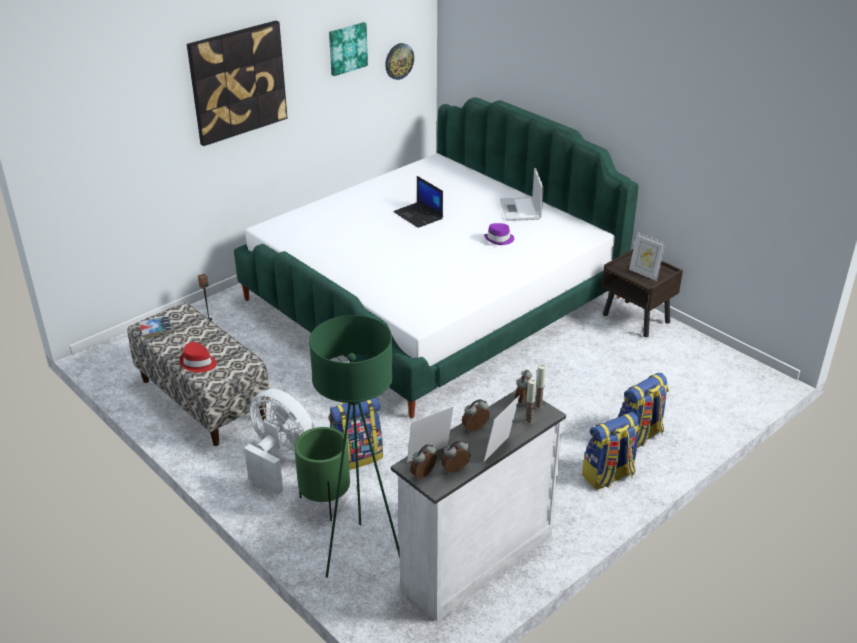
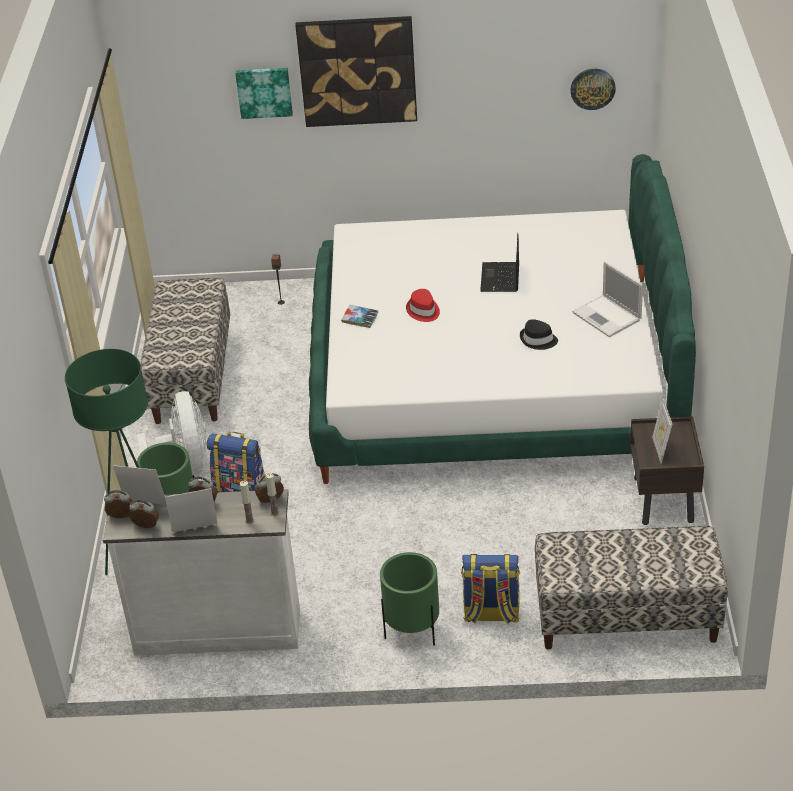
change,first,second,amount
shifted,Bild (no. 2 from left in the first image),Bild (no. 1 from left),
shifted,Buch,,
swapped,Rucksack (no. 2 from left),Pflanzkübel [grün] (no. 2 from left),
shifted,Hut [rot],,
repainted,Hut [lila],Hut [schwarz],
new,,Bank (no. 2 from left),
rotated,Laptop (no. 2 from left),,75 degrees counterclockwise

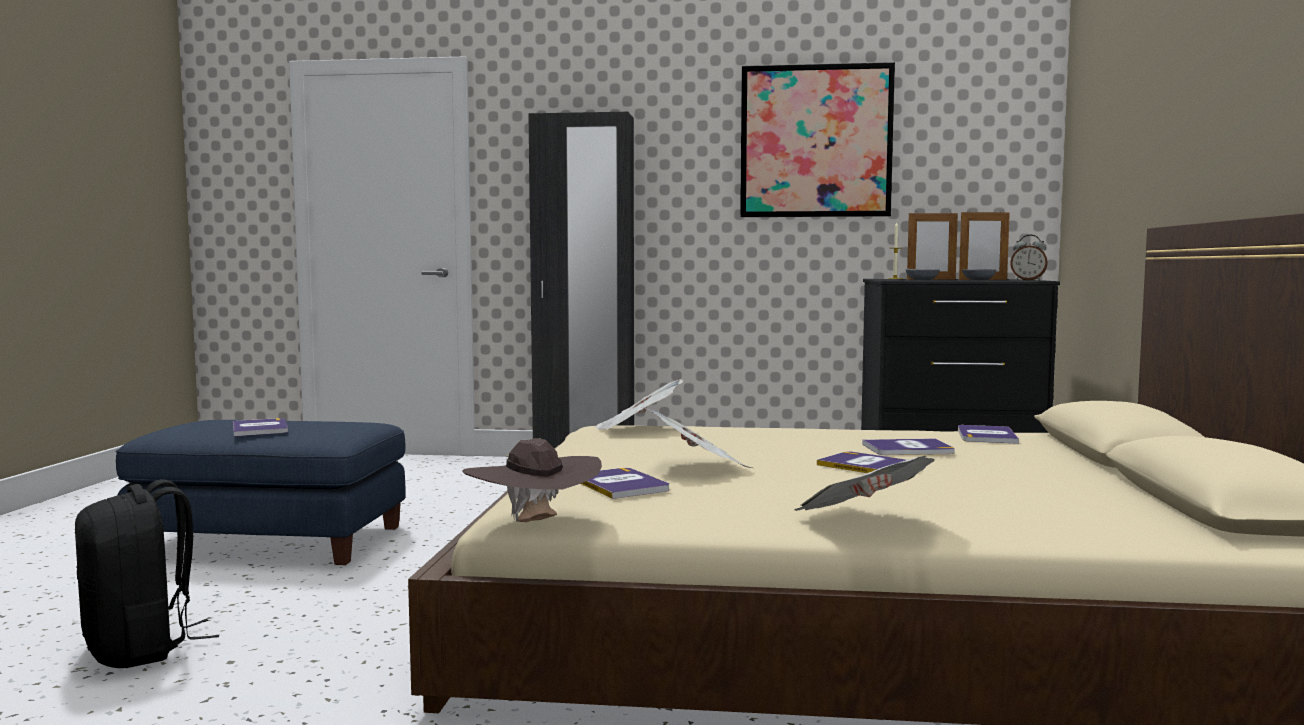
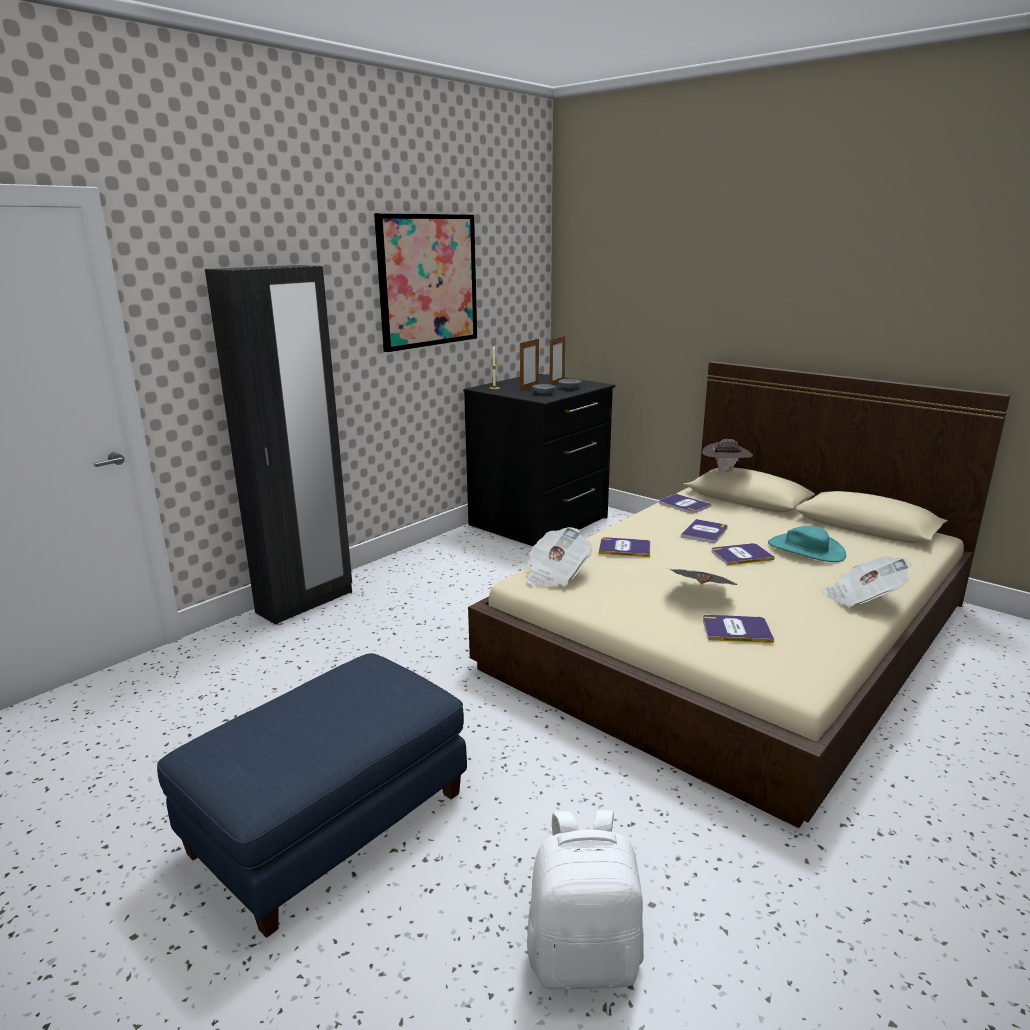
change,first,second,amount
repainted,Rucksack [schwarz],Rucksack [weiß],
shifted,Buch (no. 1 from left),,
shifted,Hut [braun],,
new,,Hut [türkis],
gone,Wecker,,

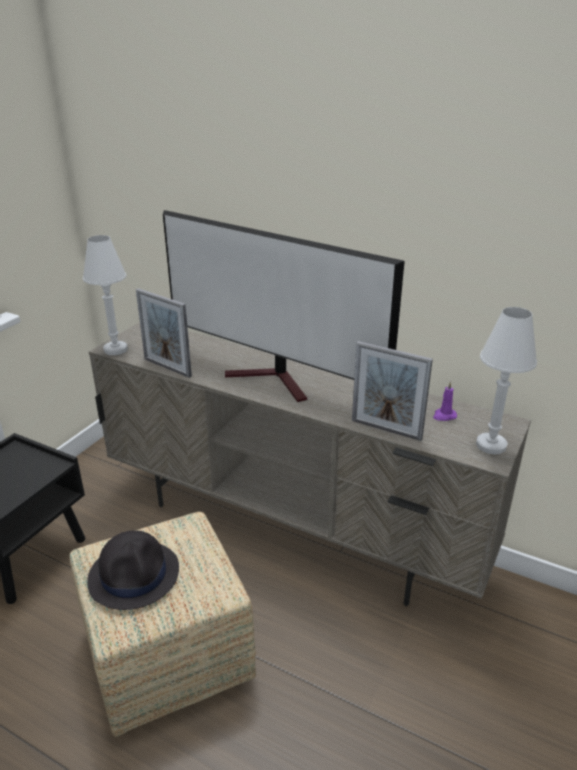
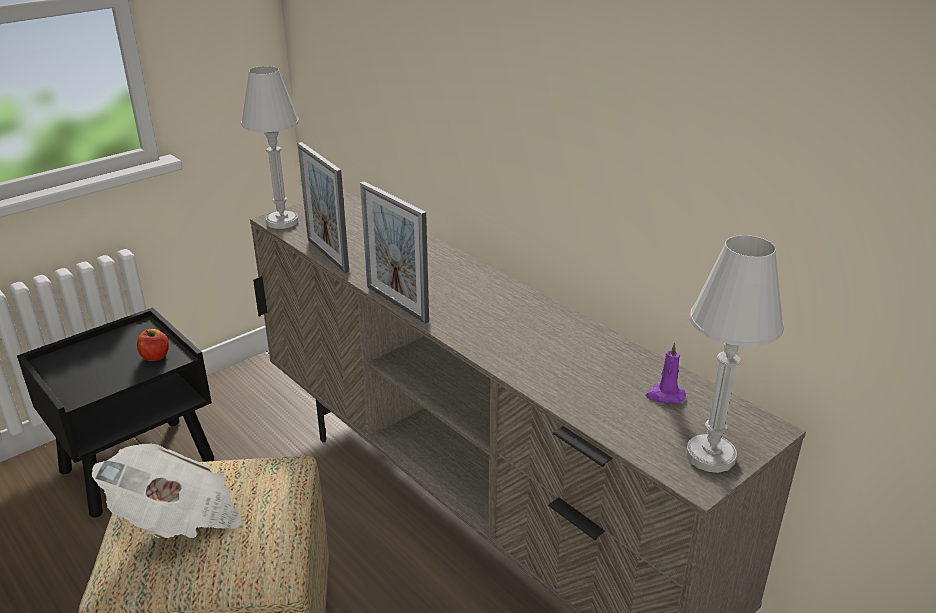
change,first,second,amount
swapped,Hut [schwarz],Zeitung,
new,,Apfel,
shifted,Bilderrahmen (no. 2 from left),,
gone,Fernseher,,

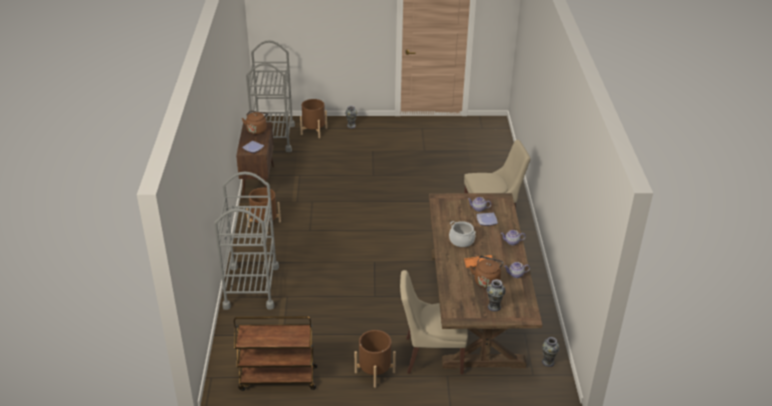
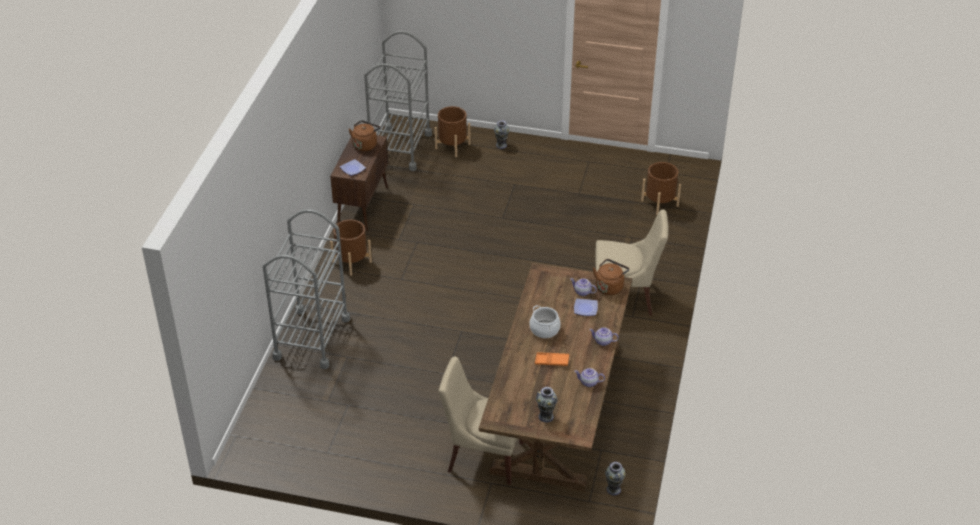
change,first,second,amount
shifted,Wasserkessel [braun] (no. 2 from left),,
shifted,Pflanzkübel [braun] (no. 3 from left),,
gone,Rollwagen [braun],,

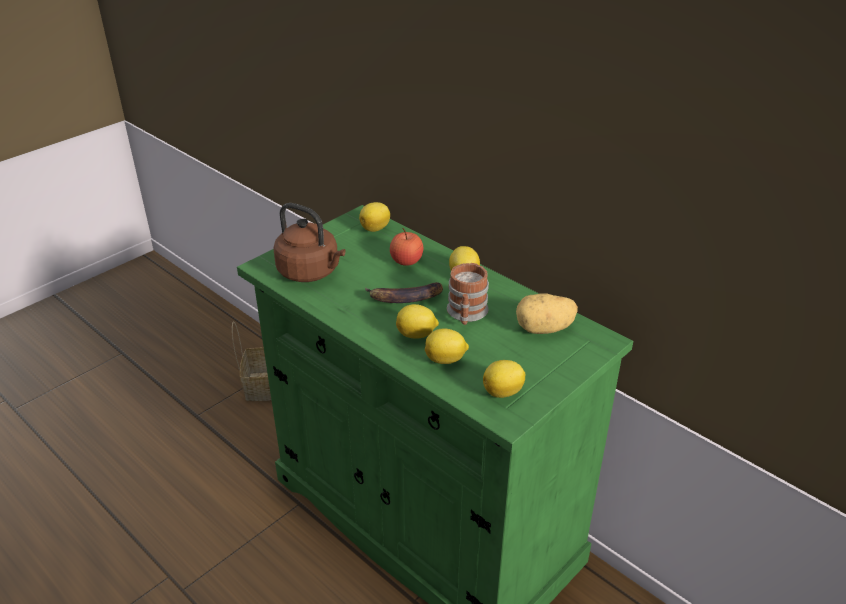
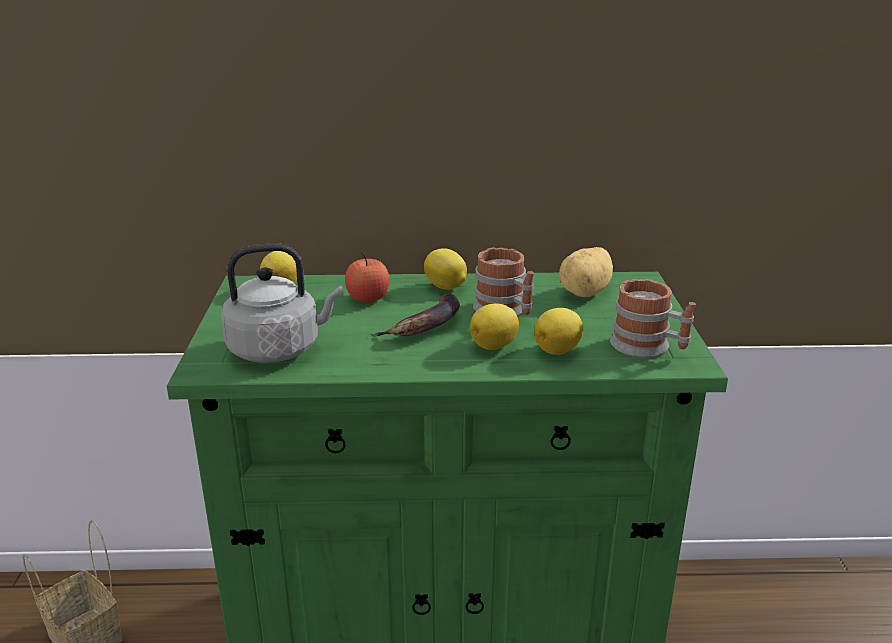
change,first,second,amount
repainted,Wasserkessel [braun],Wasserkessel [grau],
swapped,Zitrone (no. 5 from left),Henkelbecher (no. 2 from left),

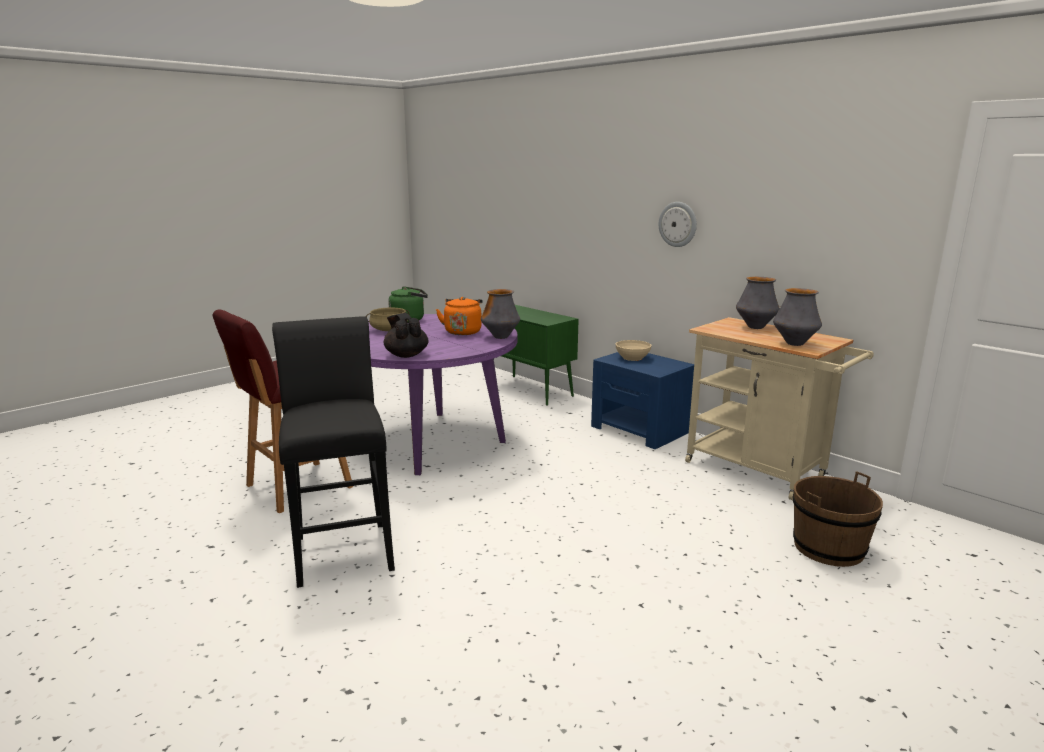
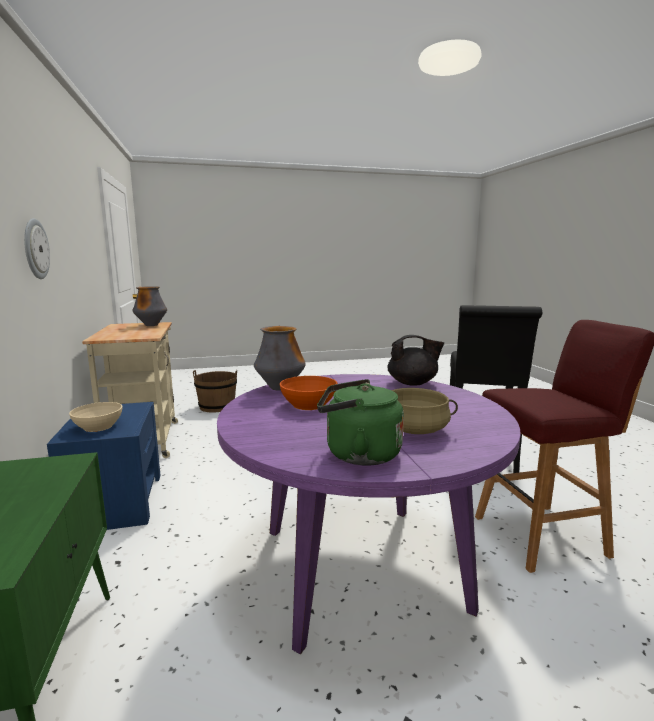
change,first,second,amount
swapped,Wasserkessel [orange],Schüssel [orange],
rotated,Teekanne [schwarz],,90 degrees counterclockwise
gone,Vase (no. 2 from left),,

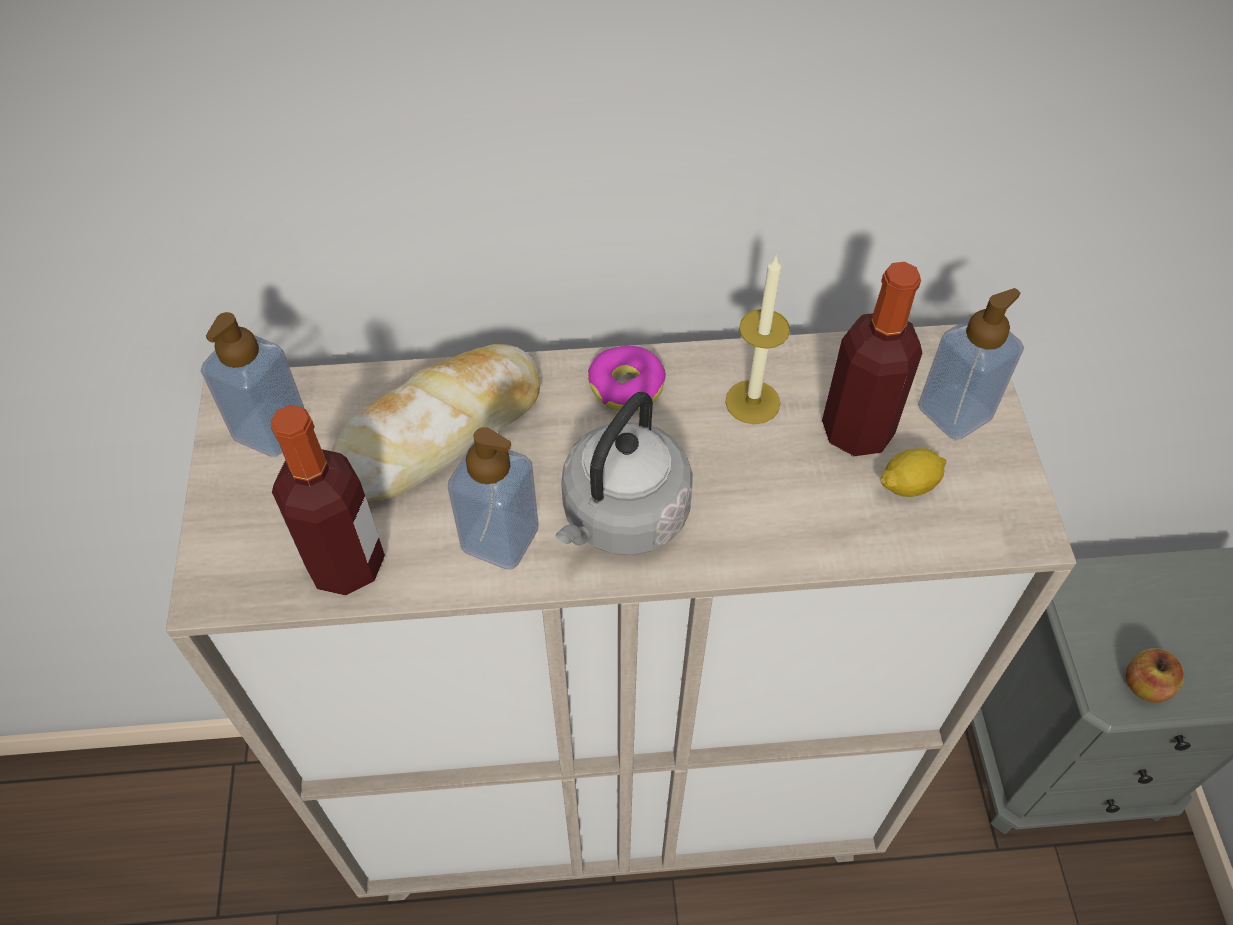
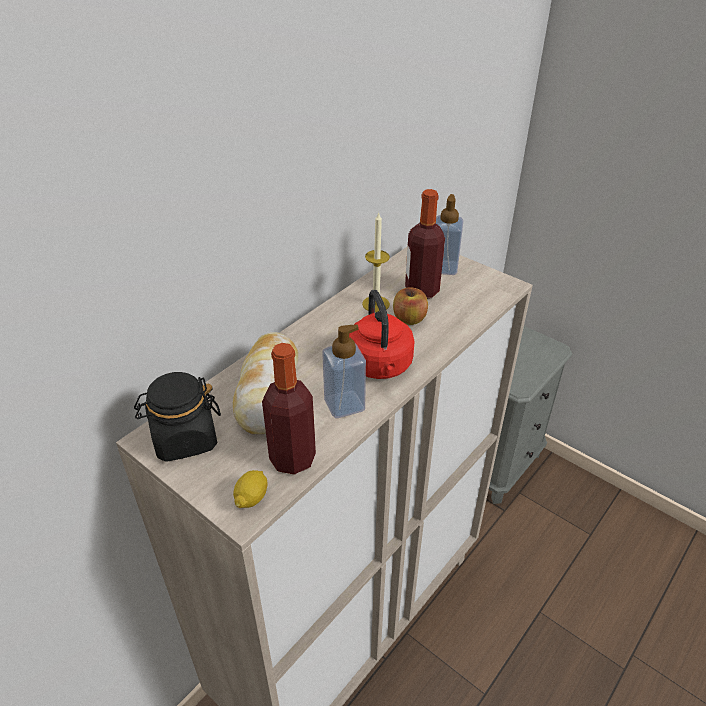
change,first,second,amount
swapped,Seifenspender (no. 1 from left),Vorratsglas [schwarz],
shifted,Zitrone,,
repainted,Wasserkessel [grau],Wasserkessel [rot],
shifted,Apfel,,
gone,Donut,,

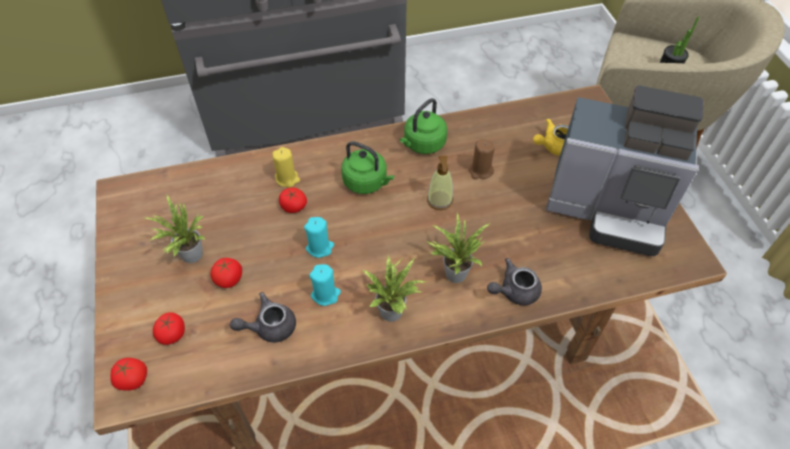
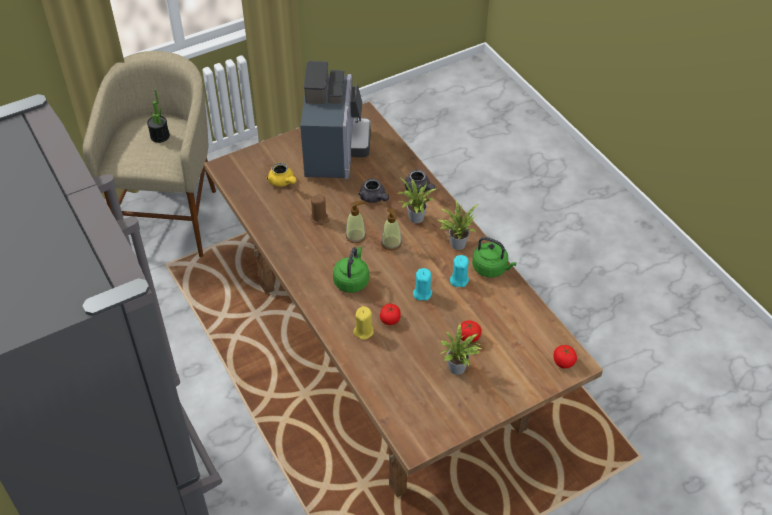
change,first,second,amount
shifted,Teekanne [grau] (no. 1 from left),,
new,,Seifenspender (no. 2 from left),
shifted,Wasserkessel [grün] (no. 2 from left),,
gone,Tomate (no. 2 from left),,

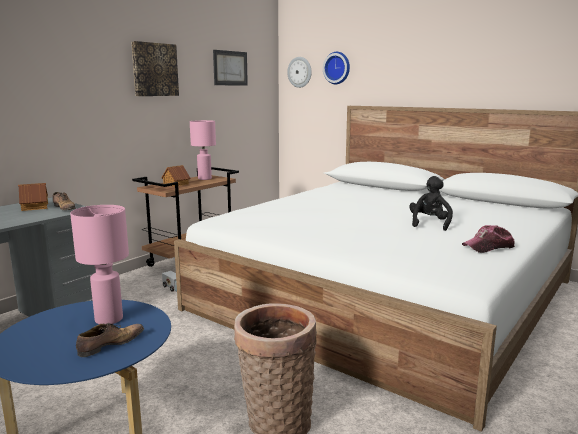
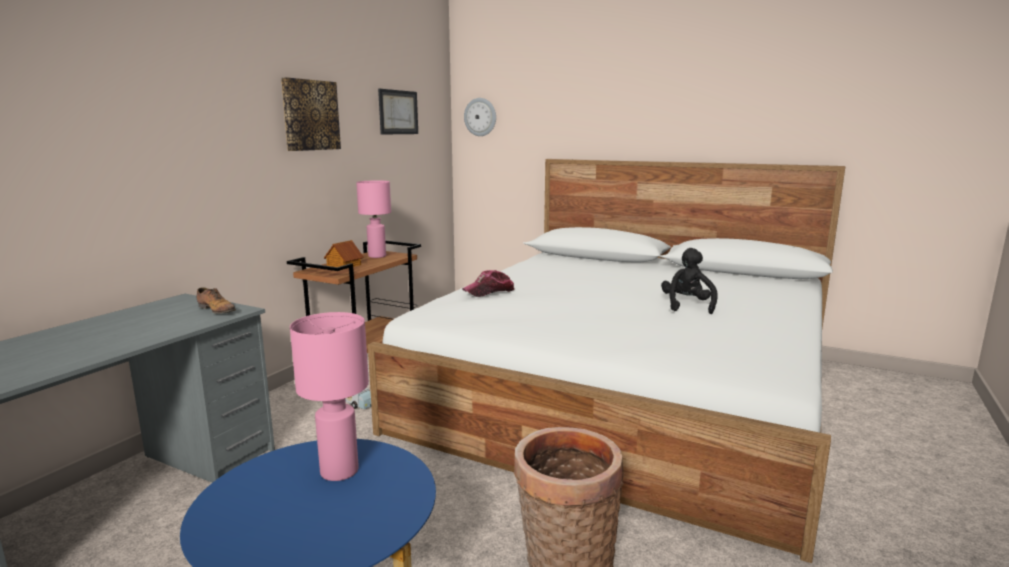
change,first,second,amount
shifted,Kappe,,
gone,Spielzeughaus (no. 1 from left),,
gone,Schuh (no. 2 from left),,
gone,Wanduhr (no. 2 from left),,

